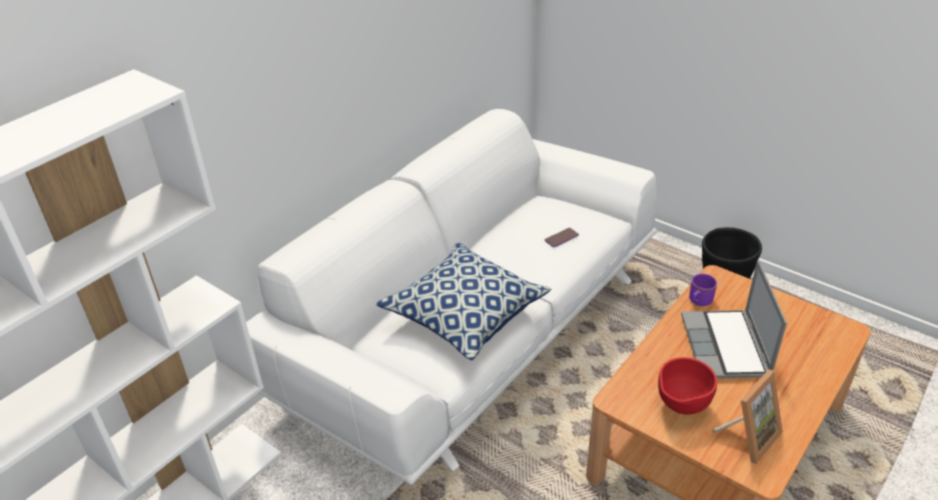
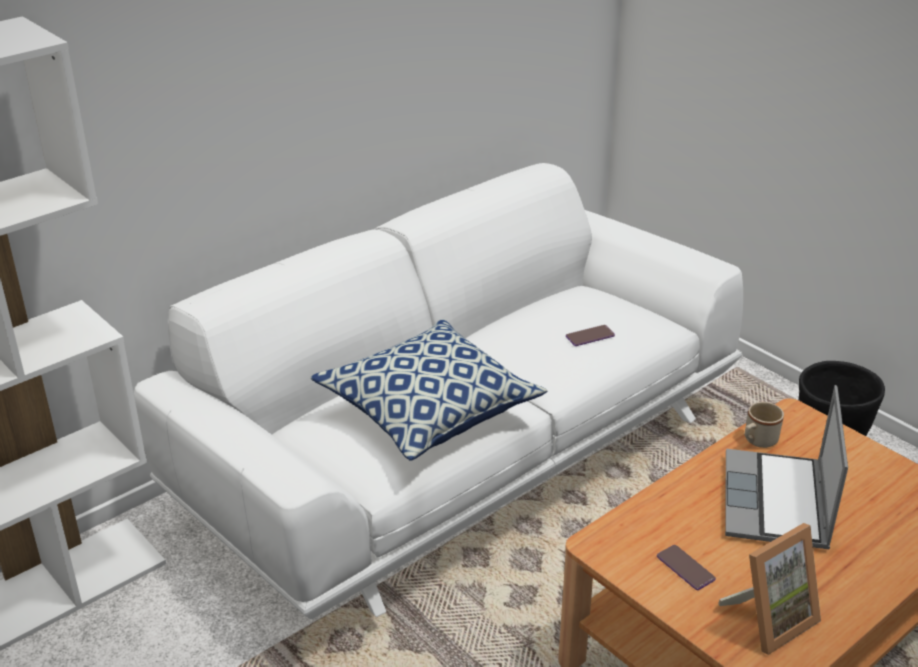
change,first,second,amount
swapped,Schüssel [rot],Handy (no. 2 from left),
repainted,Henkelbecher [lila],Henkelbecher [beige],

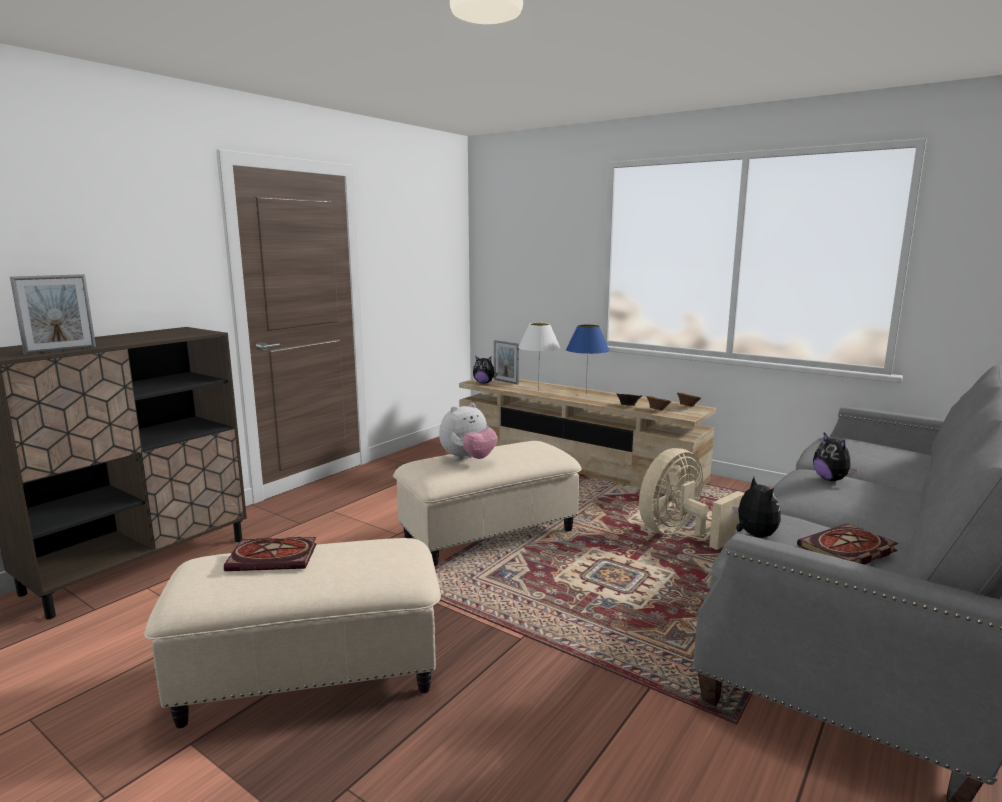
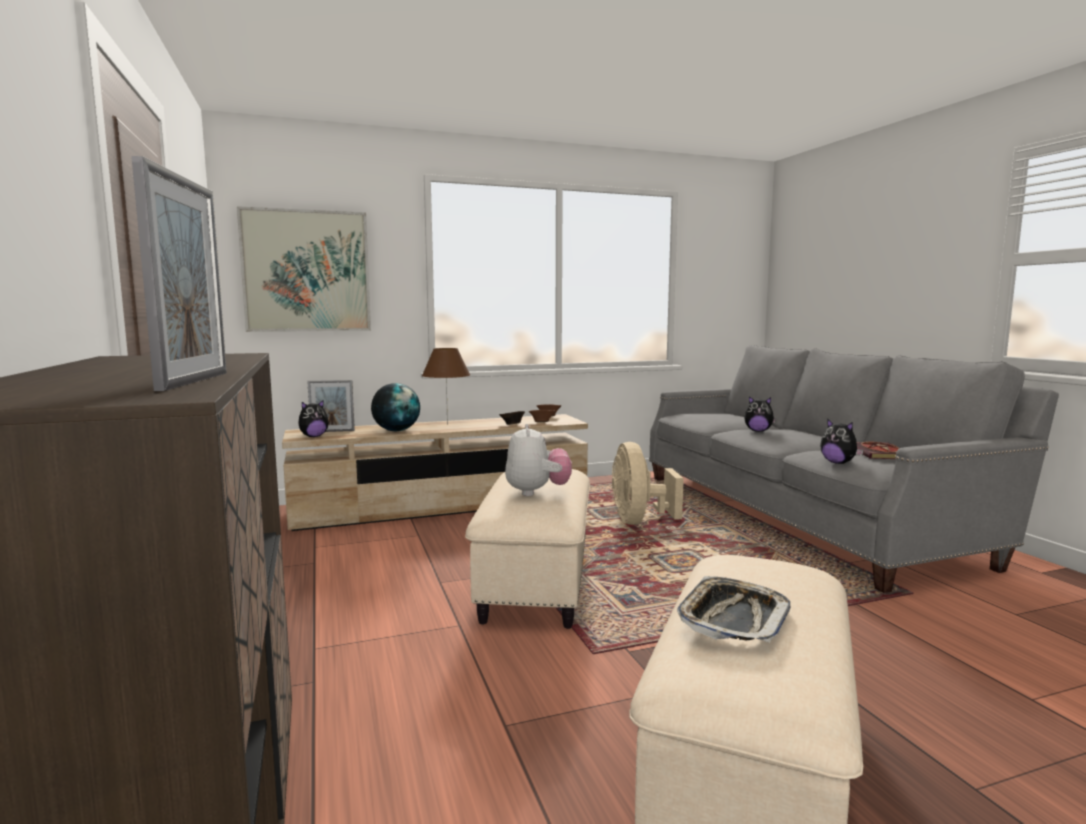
change,first,second,amount
new,,Bild,
swapped,Tischlampe [weiß],Globus,
repainted,Tischlampe [blau],Tischlampe [braun],
swapped,Buch (no. 1 from left),Tablett,
rotated,Plüschtier (no. 3 from left in the first image),Plüschtier (no. 4 from left),150 degrees counterclockwise

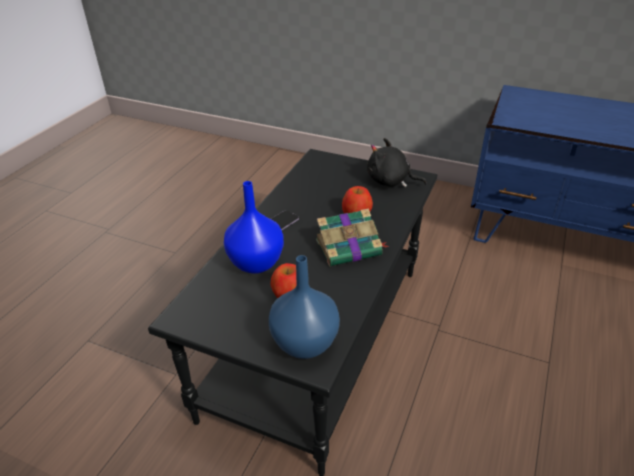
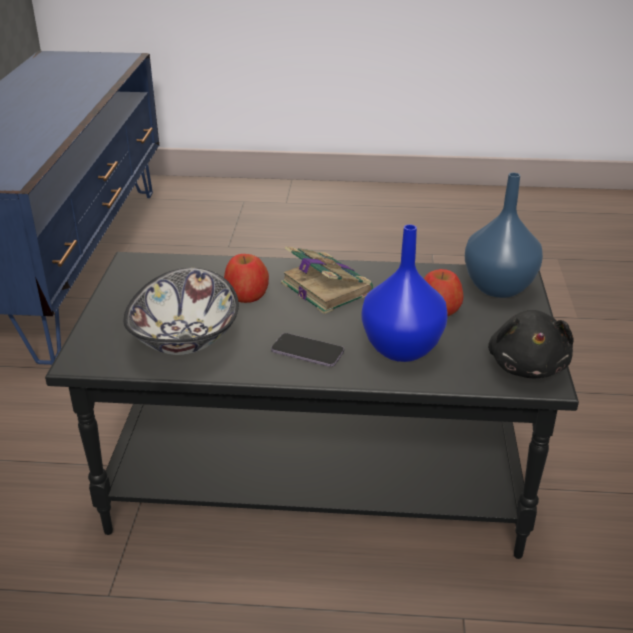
change,first,second,amount
new,,Schüssel,
shifted,Plüschtier [schwarz],,

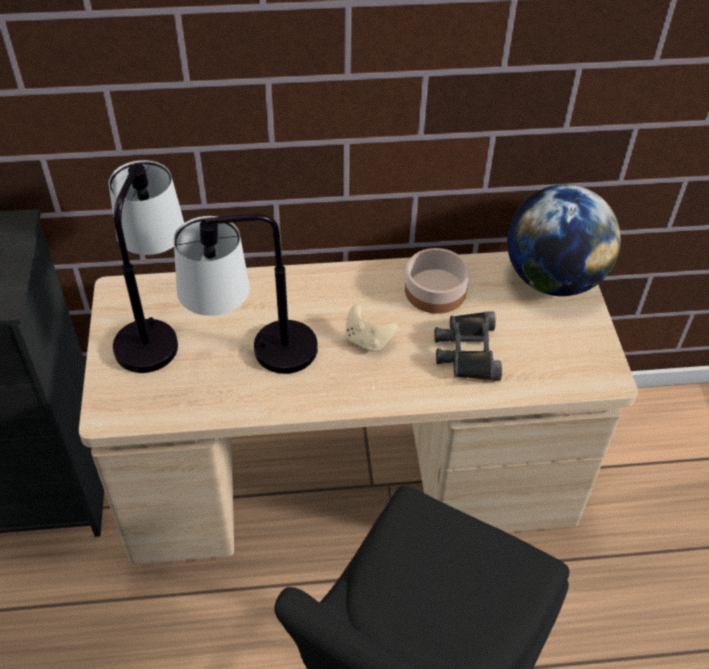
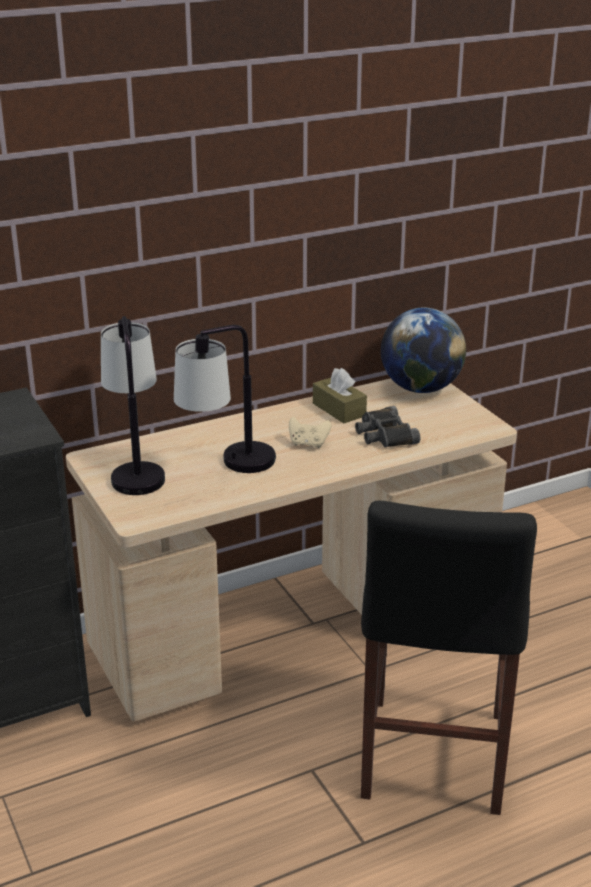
change,first,second,amount
swapped,Schüssel,Taschentuchbox [braun],

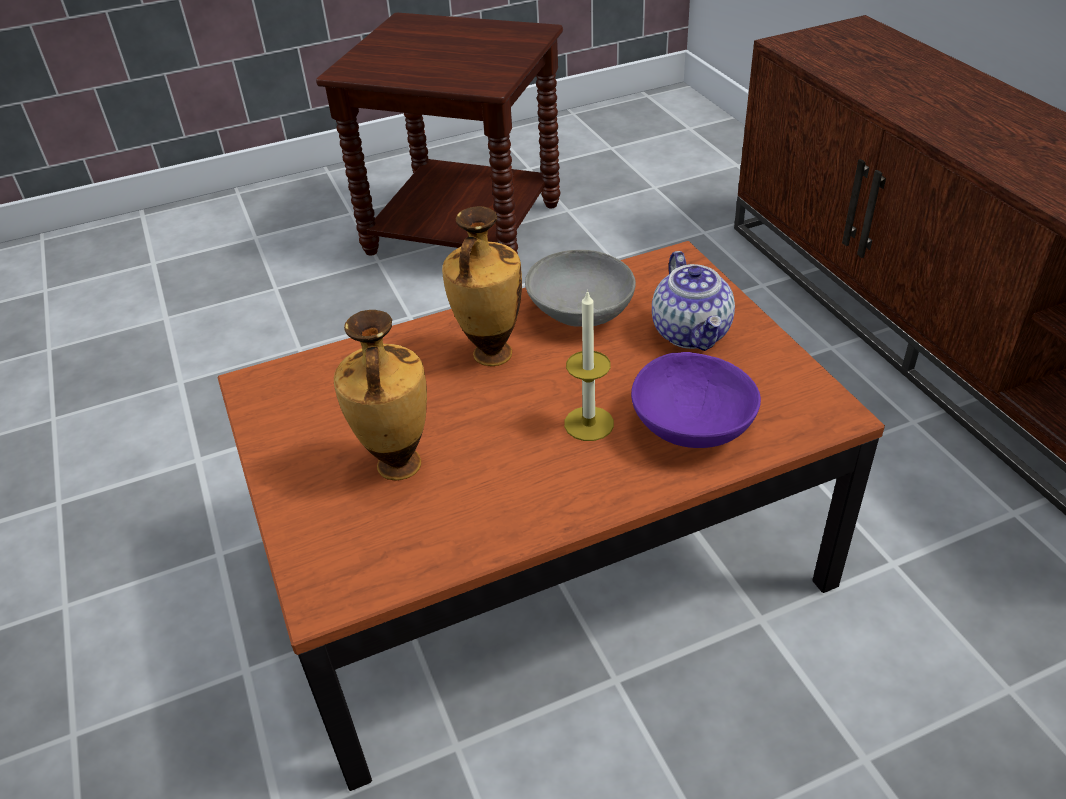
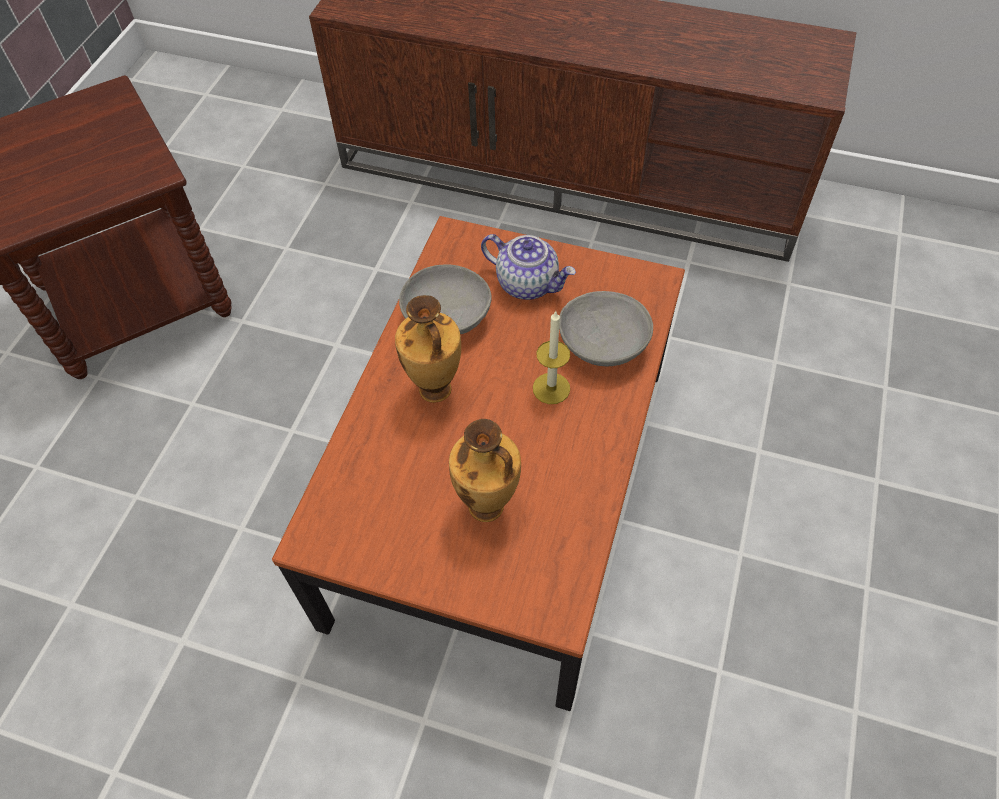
change,first,second,amount
repainted,Schüssel [lila],Schüssel [grau] (no. 2 from left),

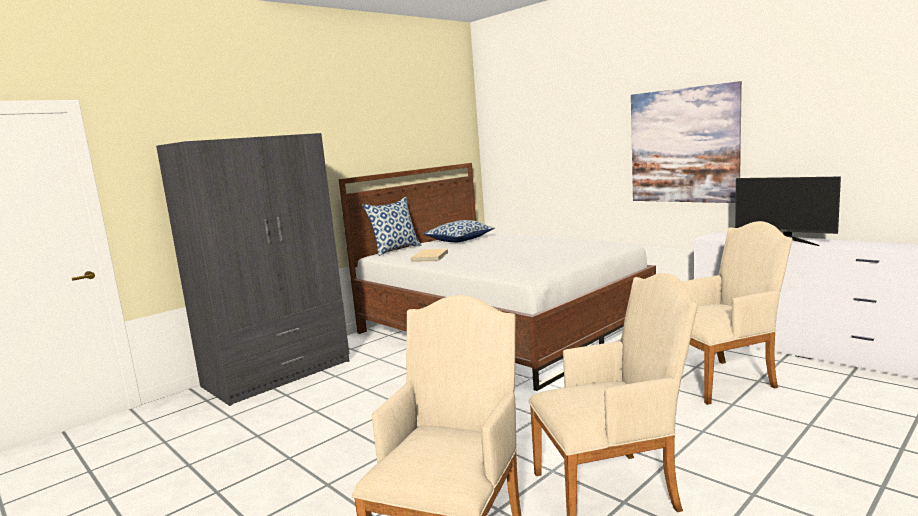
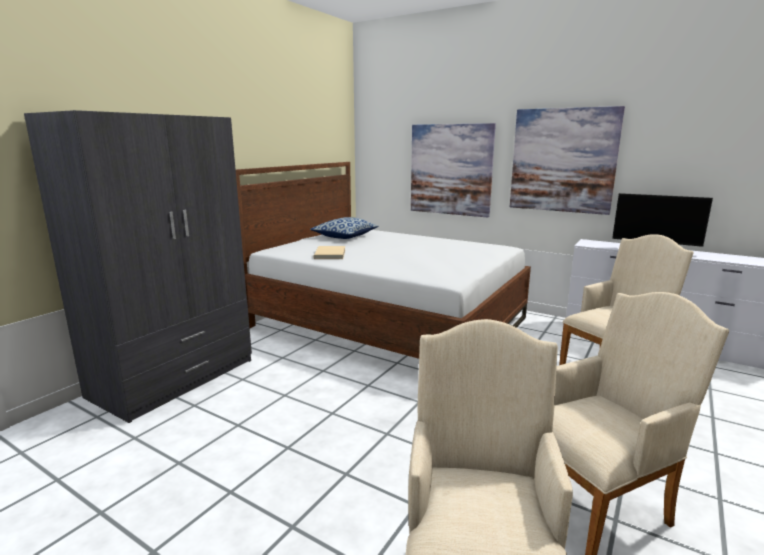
change,first,second,amount
new,,Bild (no. 1 from left),
gone,Kissen (no. 1 from left),,

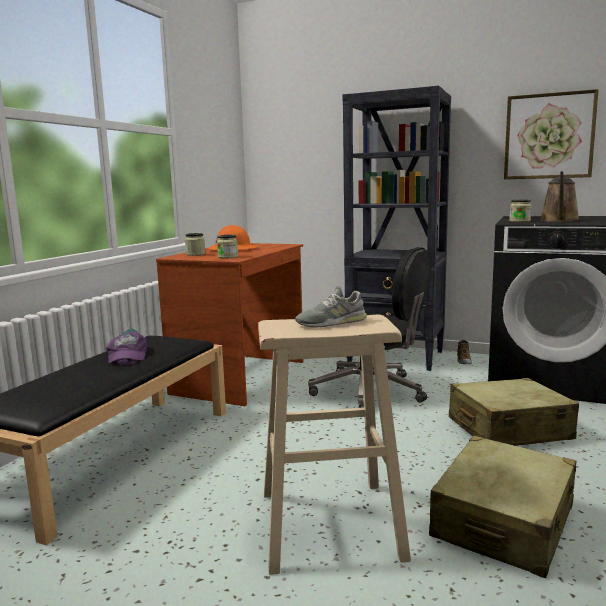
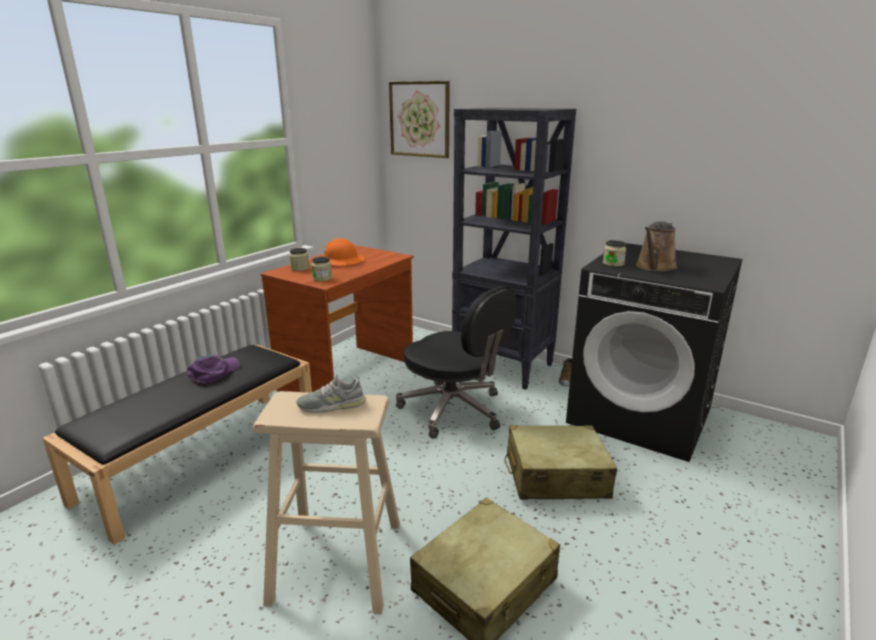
change,first,second,amount
rotated,Kappe [lila],,150 degrees counterclockwise
shifted,Bild,,

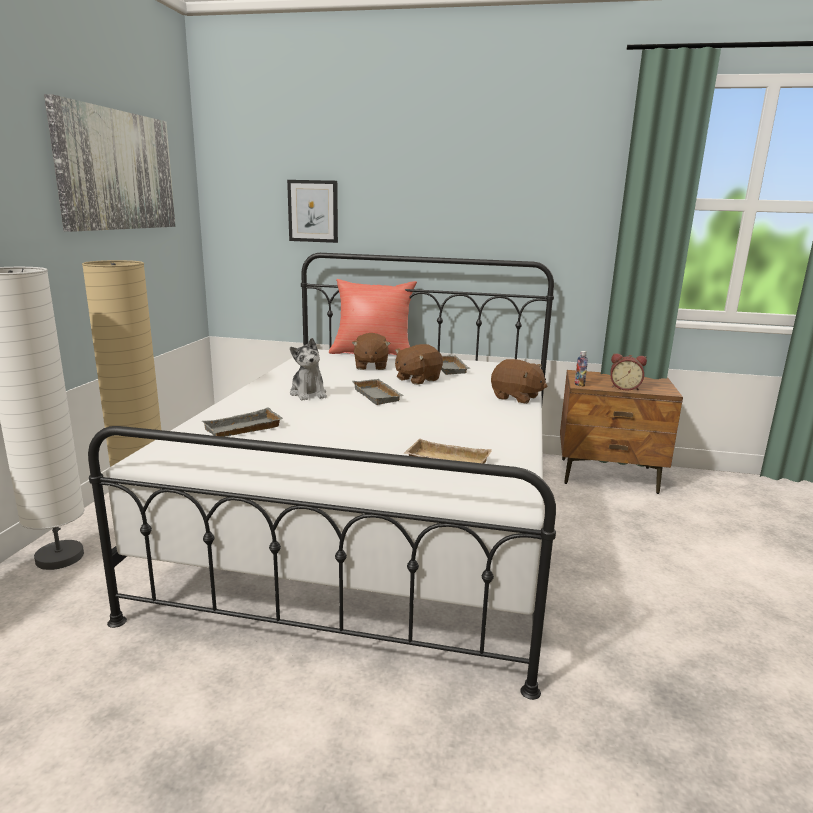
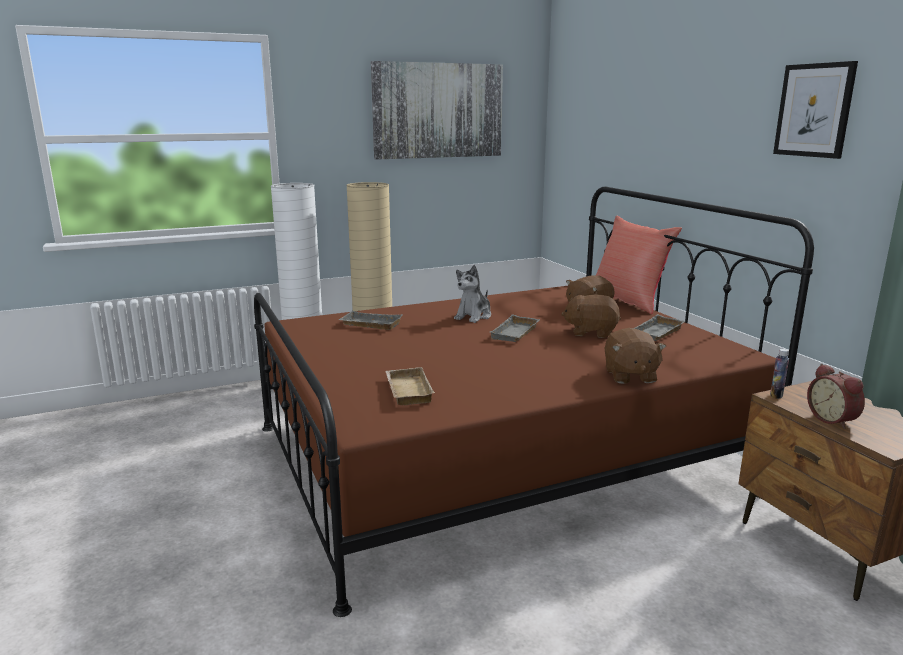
change,first,second,amount
repainted,Bett [weiß],Bett [braun],
shifted,Bild (no. 2 from left),,

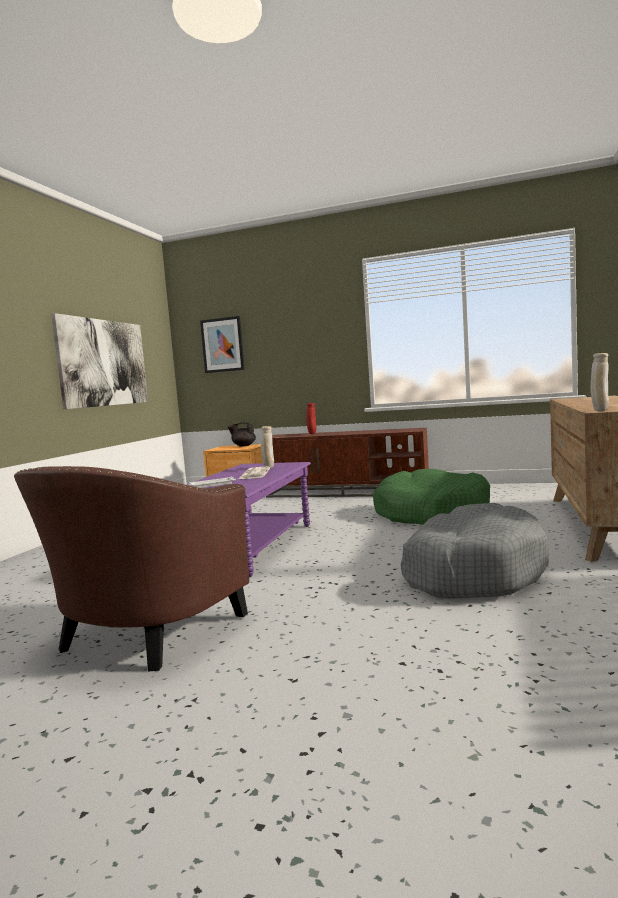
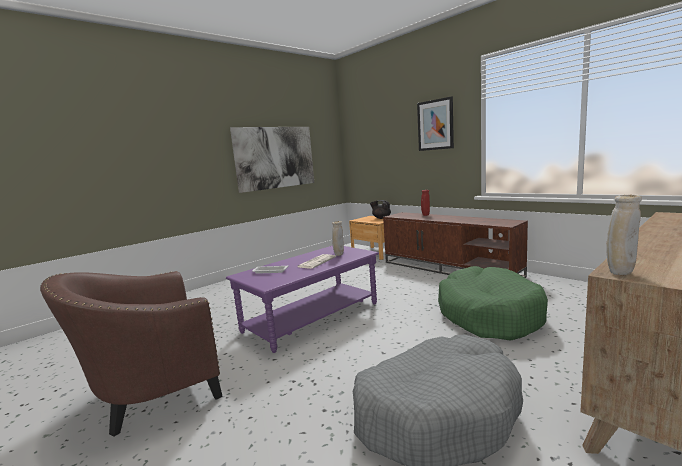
change,first,second,amount
shifted,Bild (no. 2 from left),,

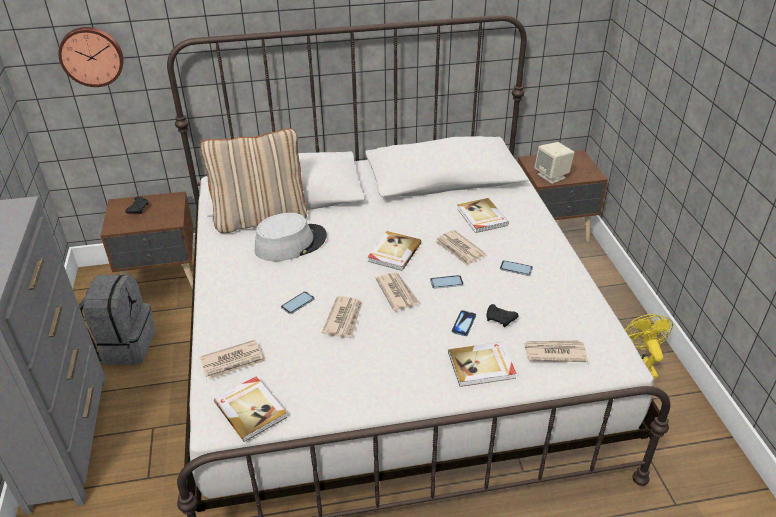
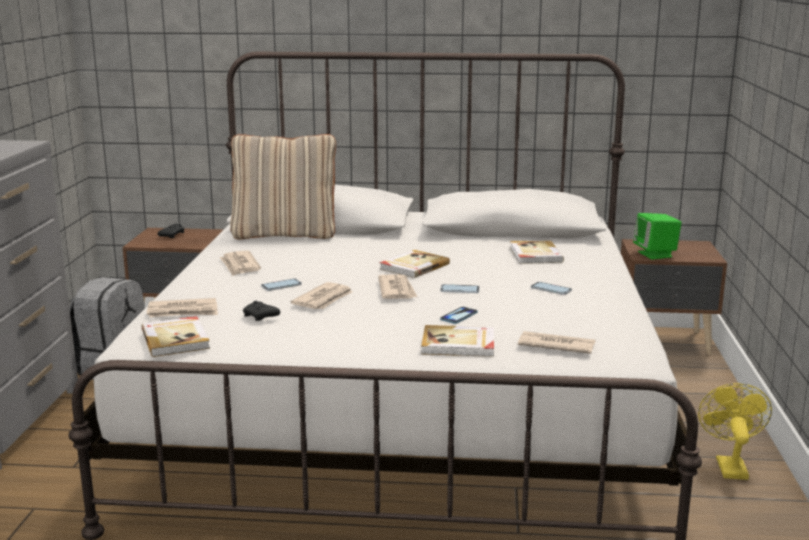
change,first,second,amount
shifted,Zeitung (no. 4 from left in the first image),Zeitung (no. 2 from left),
shifted,Gamepad [schwarz] (no. 2 from left),,
repainted,Lautsprecher [beige],Lautsprecher [grün],
gone,Wanduhr,,
gone,Hut [grau],,

